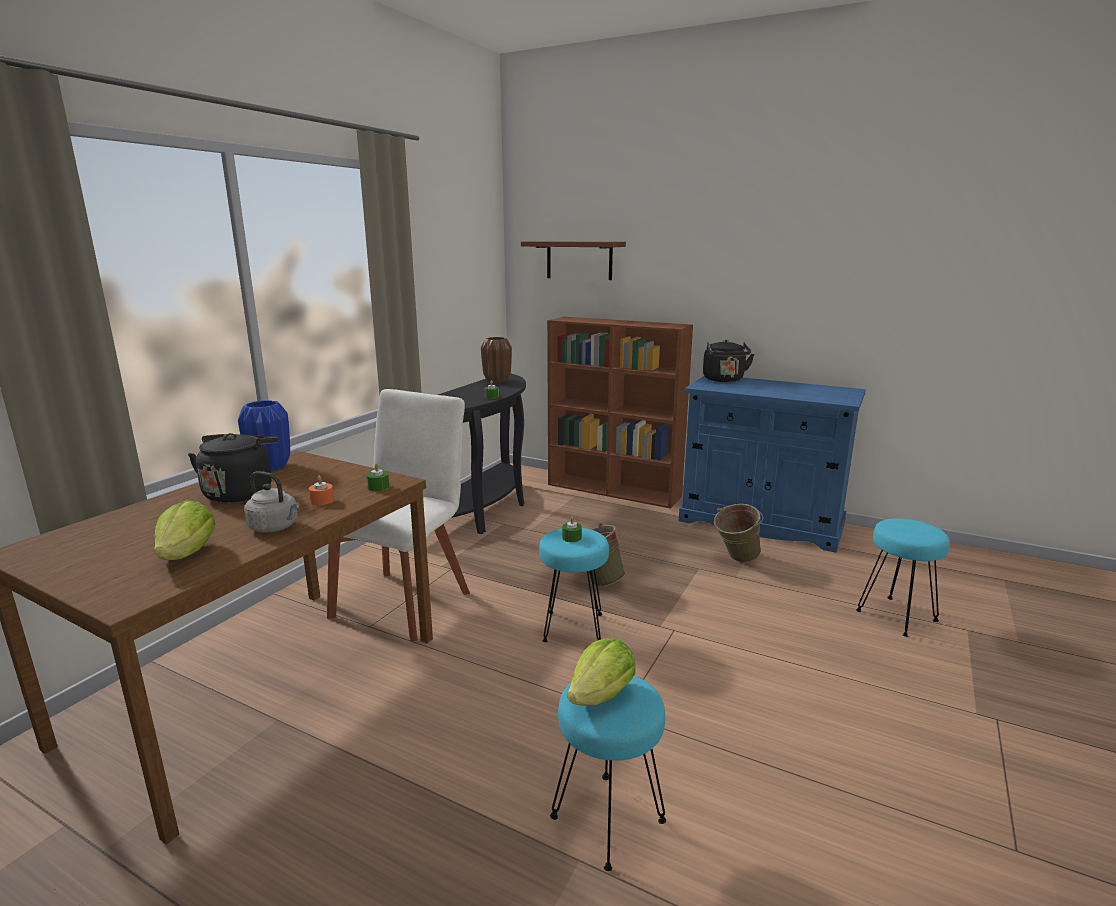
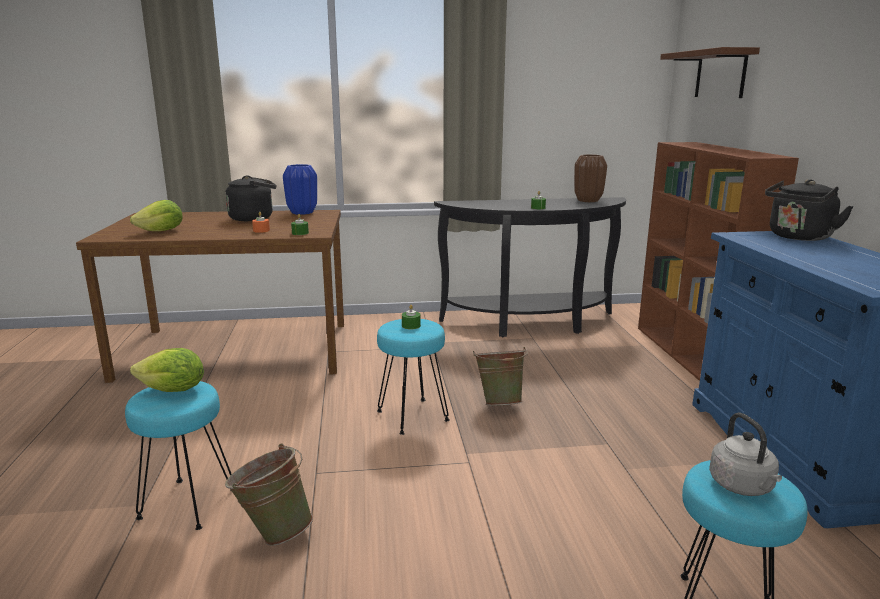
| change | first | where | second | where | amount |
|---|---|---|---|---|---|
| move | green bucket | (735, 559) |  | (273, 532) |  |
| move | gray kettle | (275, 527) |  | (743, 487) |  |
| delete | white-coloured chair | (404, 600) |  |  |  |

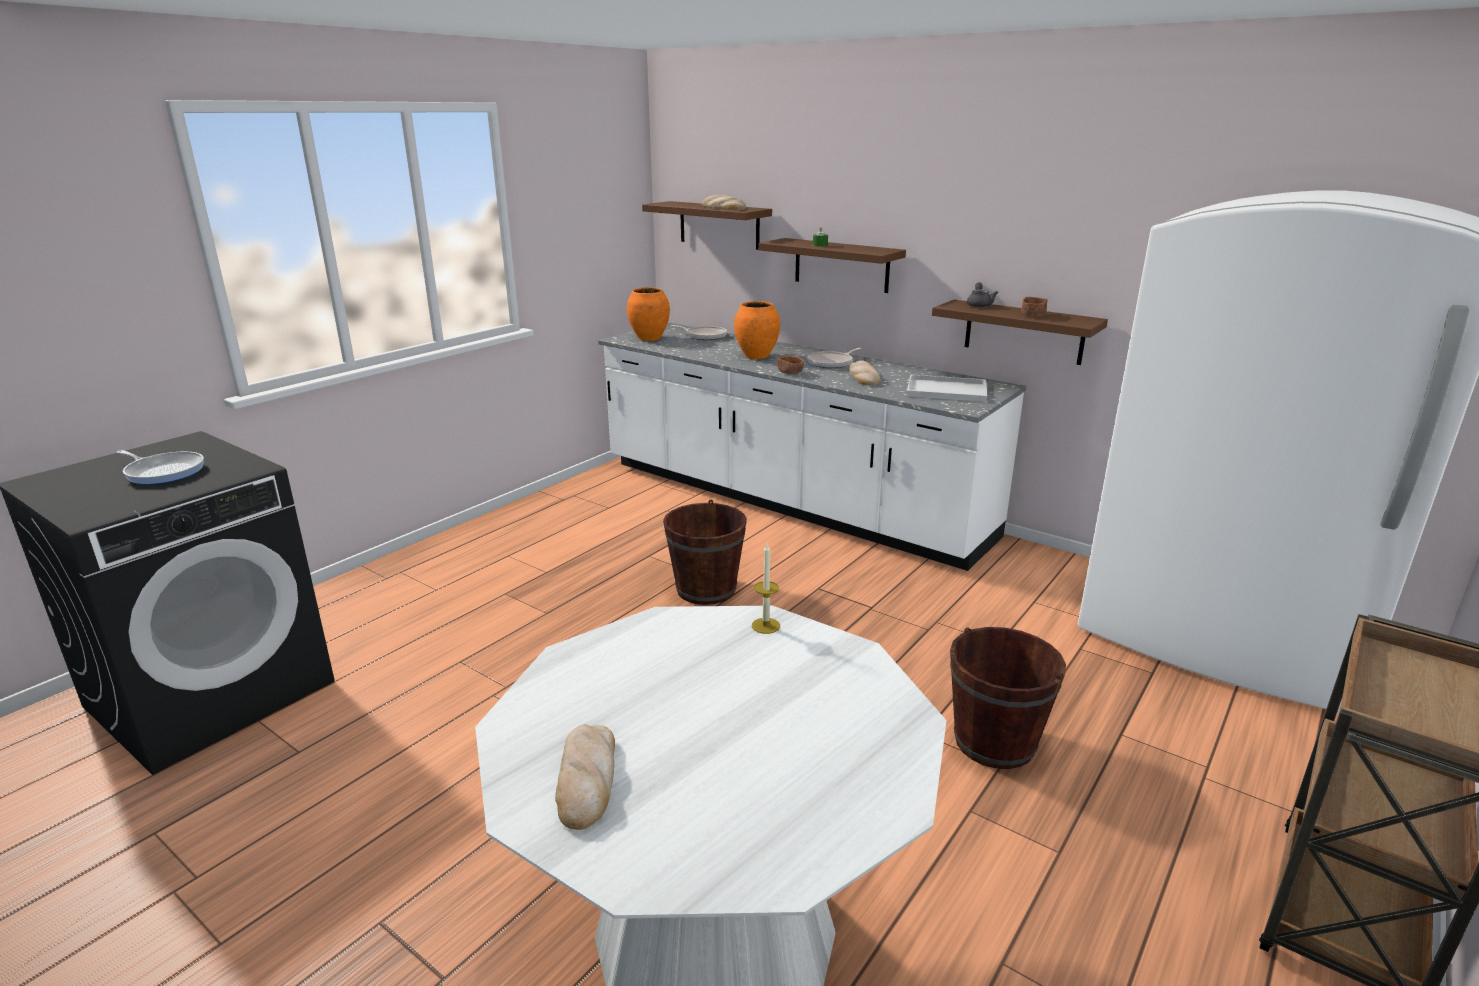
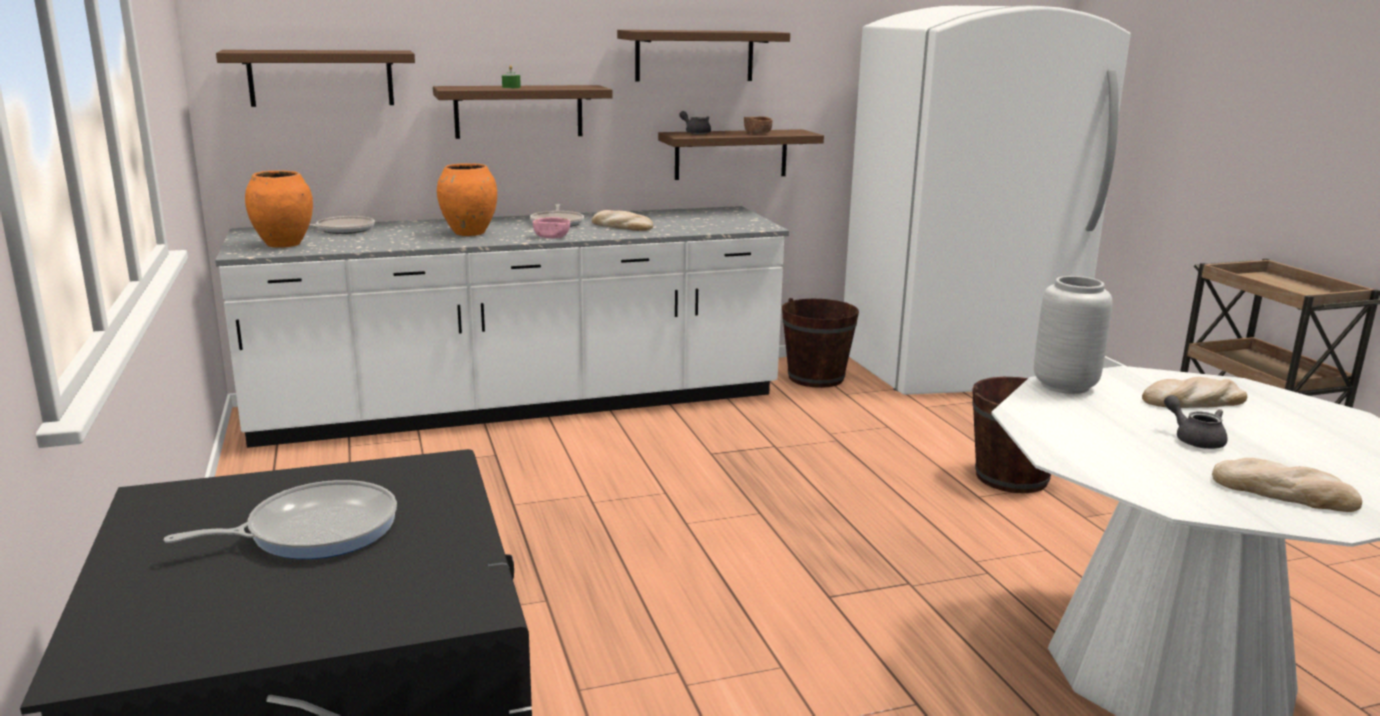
| change | first | where | second | where | amount |
|---|---|---|---|---|---|
| recolor | brownish deep dish | (790, 372) | pinkish deep dish | (551, 237) |  |
| insert |  |  | brownish bracket shelf | (694, 55) |  |
| move | brownish bucket | (706, 589) |  | (816, 378) |  |
| replace | wax candle | (766, 625) | gray decorative vase | (1065, 386) |  |
| move | bread | (723, 208) |  | (1193, 401) |  |
| insert |  |  | gray pot for tea | (1194, 439) |  |
| delete | white-coloured serving tray | (948, 390) |  |  |  |

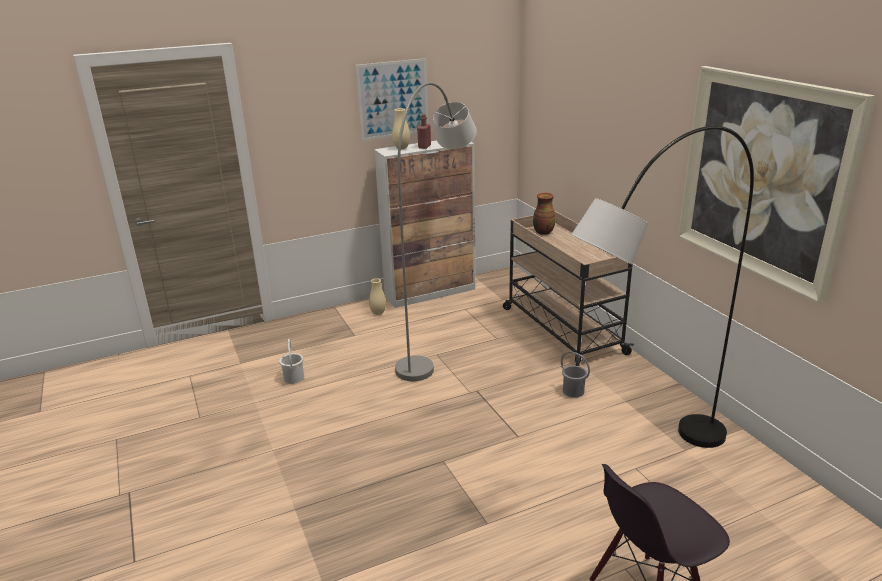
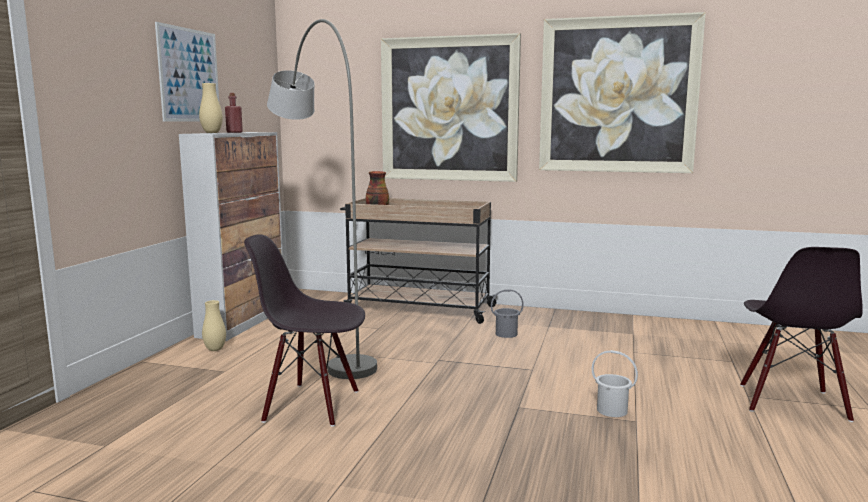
| change | first | where | second | where | amount |
|---|---|---|---|---|---|
| insert |  |  | black chair | (312, 405) |  |
| insert |  |  | picture | (449, 109) |  |
| move | white-coloured bucket | (294, 377) |  | (611, 410) |  |
| delete | gray standing lamp | (641, 465) |  |  |  |

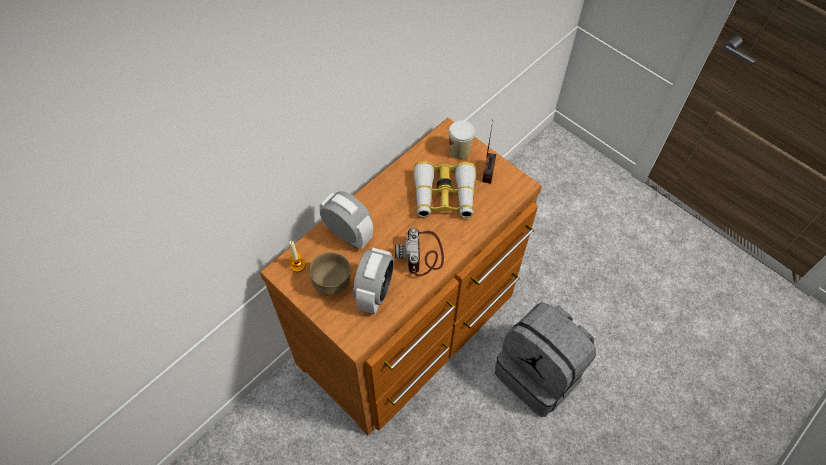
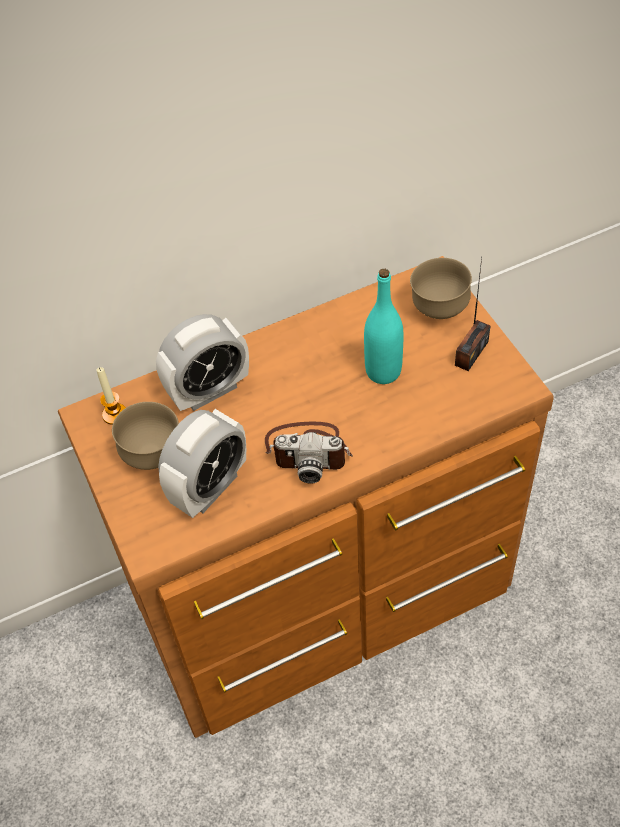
| change | first | where | second | where | amount |
|---|---|---|---|---|---|
| rotate | bedside clock | (348, 235) |  | (209, 390) | 90 degrees clockwise |
| rotate | still camera | (422, 255) |  | (309, 451) | 105 degrees counterclockwise |
| replace | field glasses | (444, 196) | turquoise beverage bottle | (383, 371) |  |
| replace | drinking cup | (459, 150) | brownish deep dish | (439, 309) |  |
| delete | gray rucksack | (539, 373) |  |  |  |

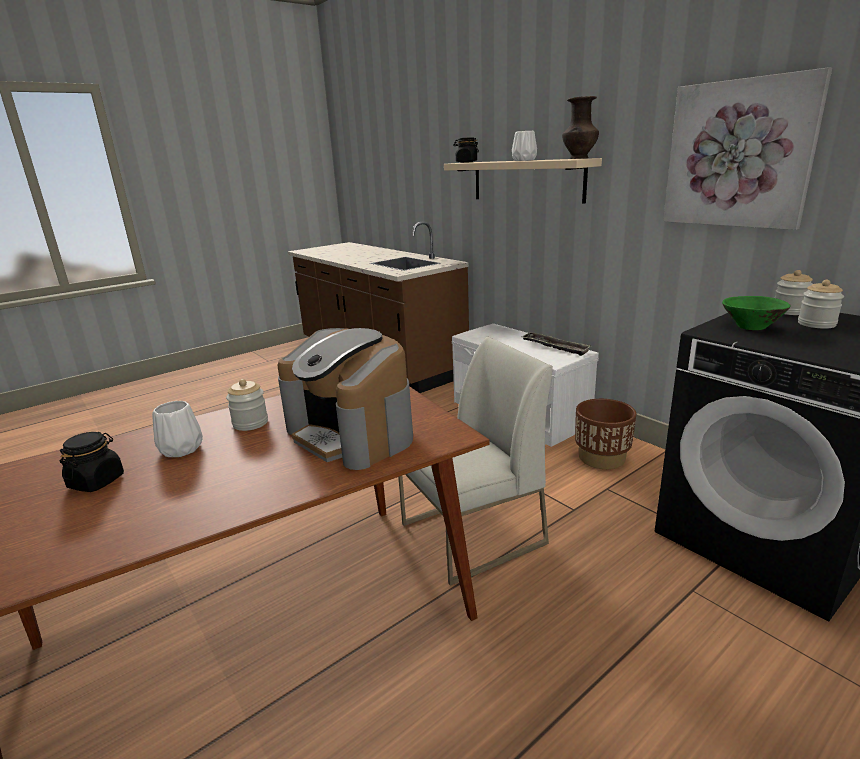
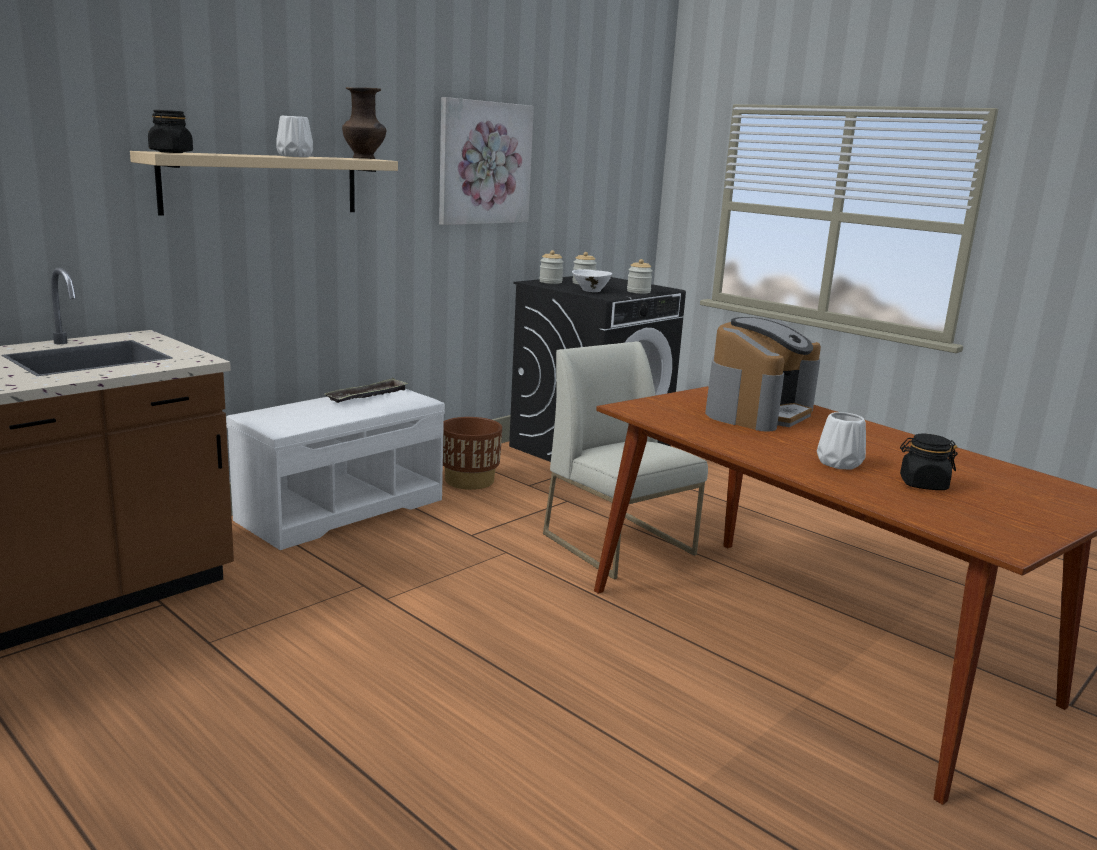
| change | first | where | second | where | amount |
|---|---|---|---|---|---|
| recolor | green deep dish | (752, 326) | white-coloured deep dish | (590, 290) |  |
| move | storage jar | (250, 423) |  | (638, 292) |  |

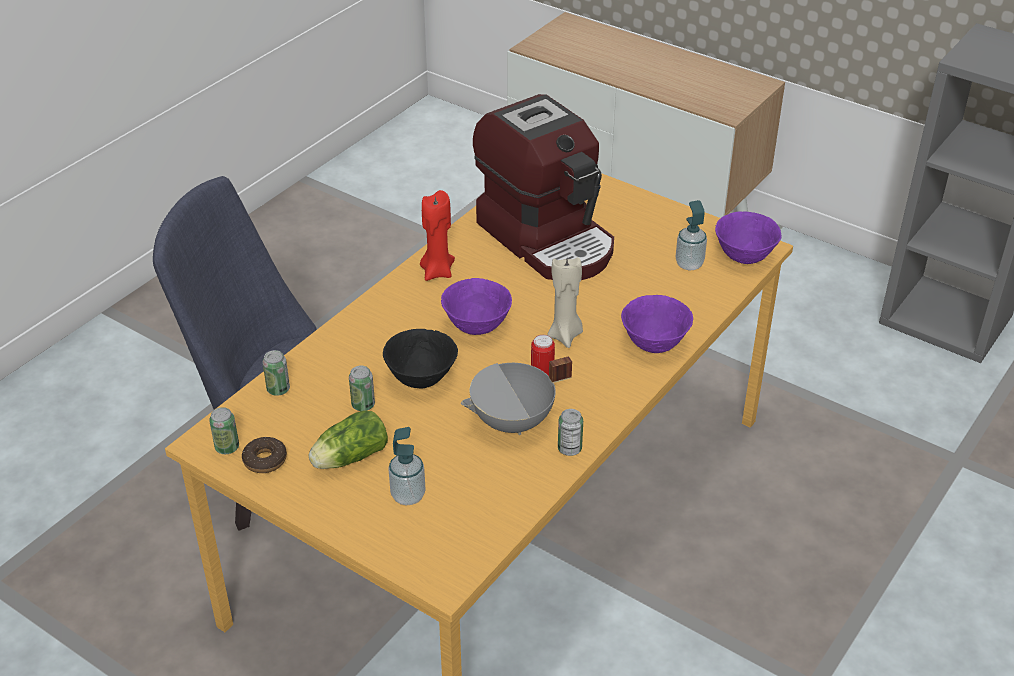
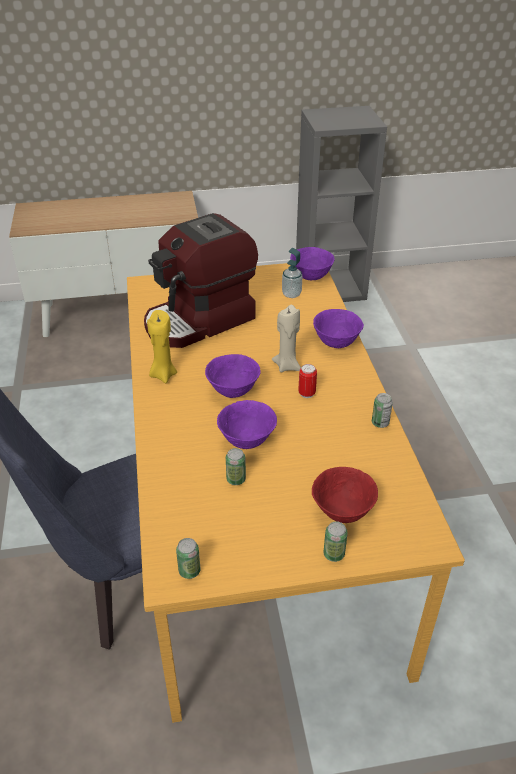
| change | first | where | second | where | amount |
|---|---|---|---|---|---|
| rotate | coffee maker | (548, 238) |  | (200, 321) | 135 degrees clockwise |
| recolor | reddish wax candle | (437, 272) | yellow wax candle | (163, 374) |  |
| recolor | black deep dish | (422, 379) | purple deep dish | (247, 440) |  |
| replace | liquid soap bottle | (408, 495) | reddish deep dish | (342, 512) |  |
| move | metal can | (278, 389) |  | (334, 554) |  |
| delete | ring doughnut | (265, 460) |  |  |  |
| delete | lettuce | (348, 458) |  |  |  |
| delete | gray stockpot | (513, 422) |  |  |  |

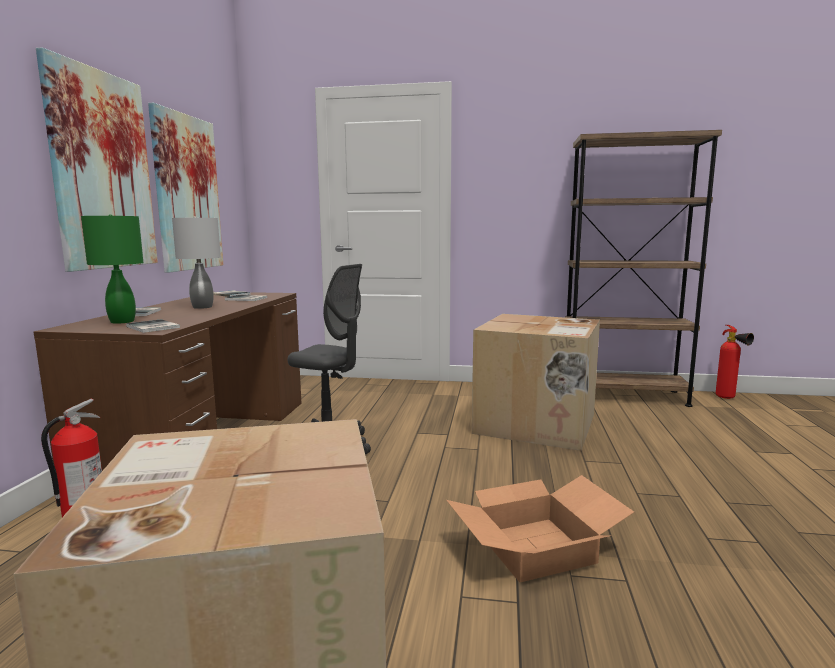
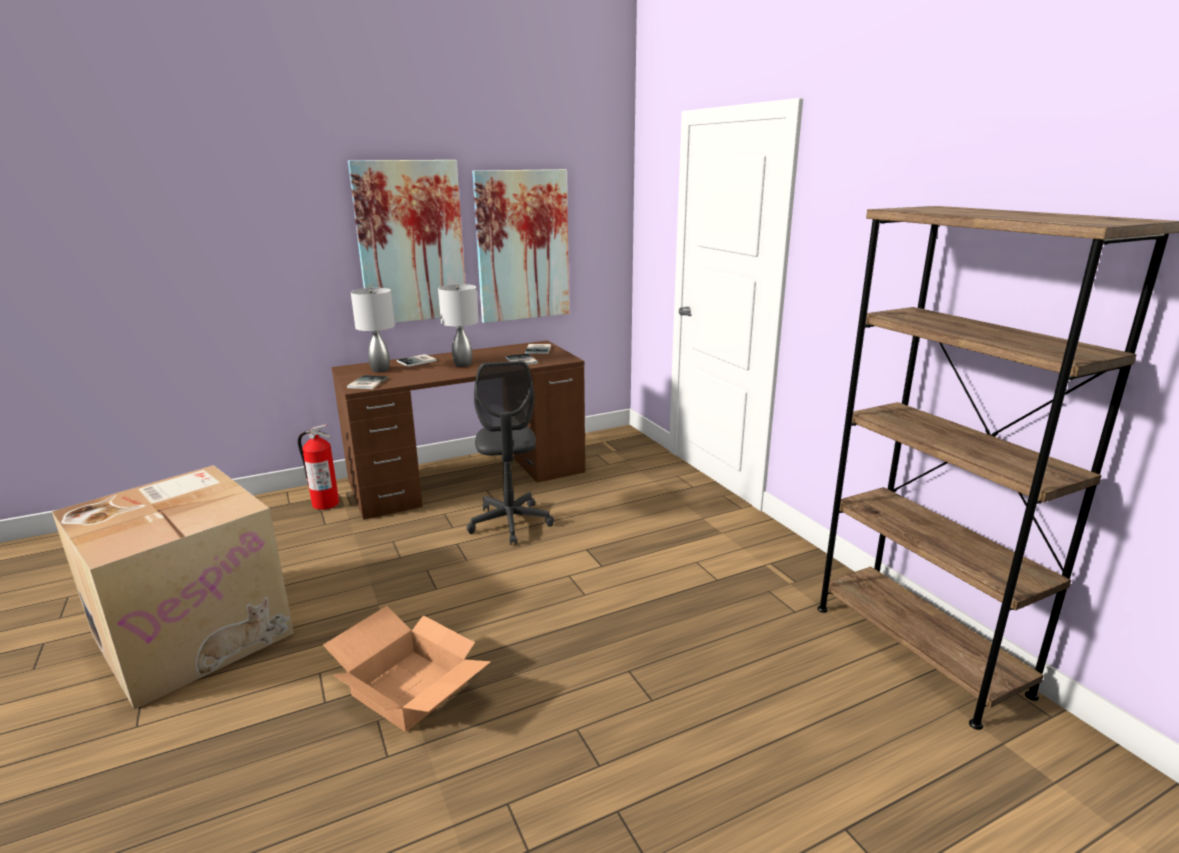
| change | first | where | second | where | amount |
|---|---|---|---|---|---|
| recolor | green lamp for a table | (122, 321) | gray lamp for a table | (380, 370) |  |
| delete | packing box | (537, 424) |  |  |  |
| delete | fire-fighting cylinder | (729, 398) |  |  |  |

